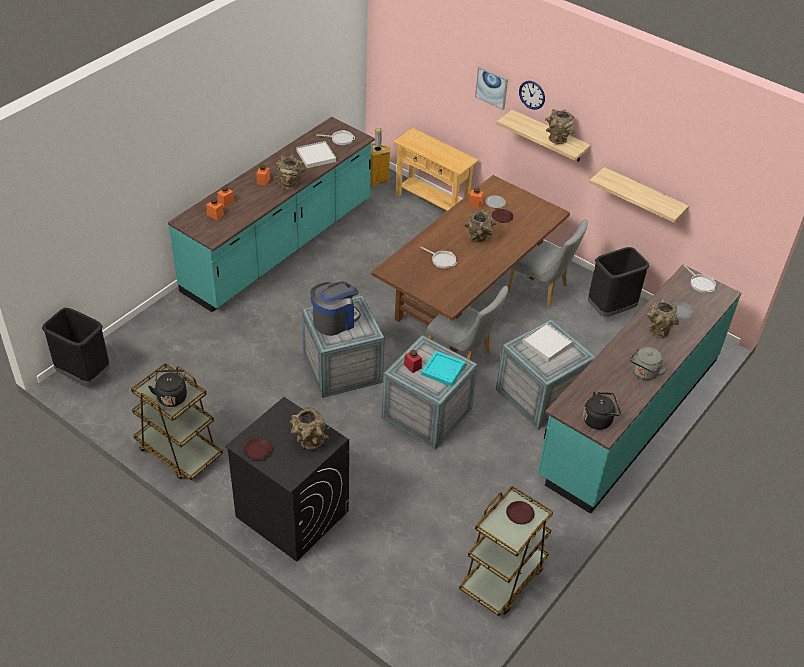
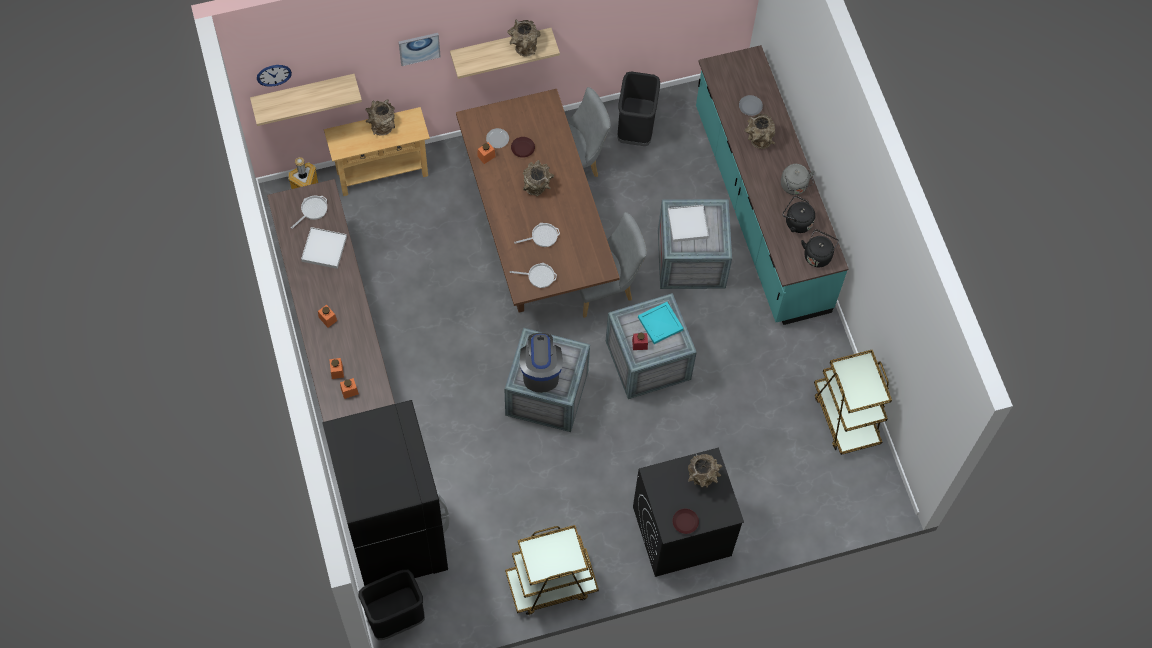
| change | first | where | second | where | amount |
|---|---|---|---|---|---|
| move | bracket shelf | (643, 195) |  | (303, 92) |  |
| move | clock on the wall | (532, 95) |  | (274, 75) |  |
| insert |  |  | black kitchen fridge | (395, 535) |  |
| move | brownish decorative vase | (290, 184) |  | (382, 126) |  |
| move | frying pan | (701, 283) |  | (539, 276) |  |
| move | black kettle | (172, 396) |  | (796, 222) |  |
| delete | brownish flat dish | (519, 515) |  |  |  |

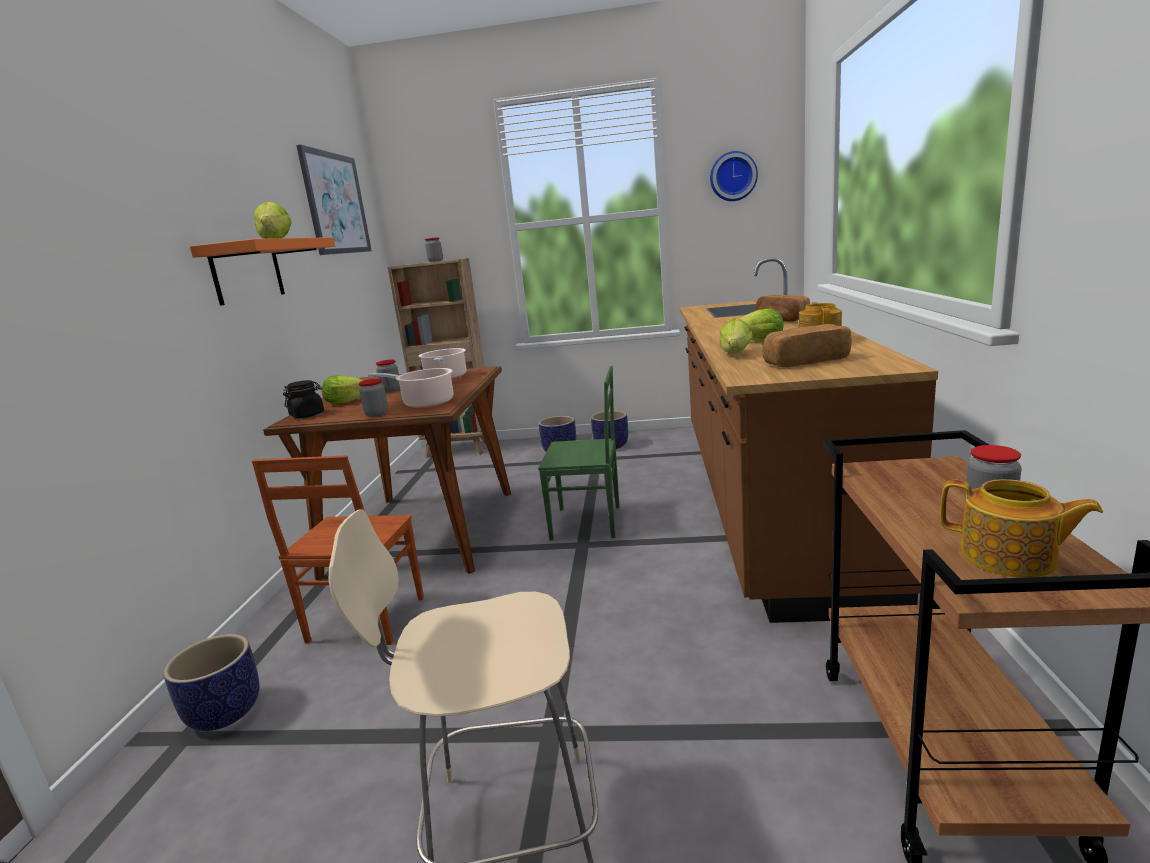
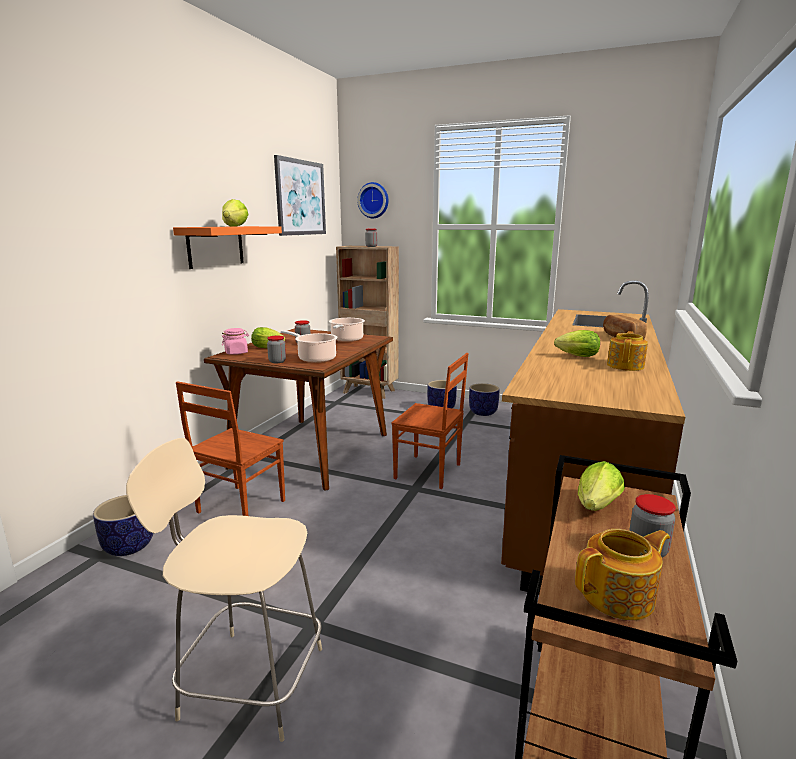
| change | first | where | second | where | amount |
|---|---|---|---|---|---|
| recolor | black storage jar | (307, 415) | pinkish storage jar | (236, 353) |  |
| move | clock on the wall | (733, 176) |  | (374, 200) |  |
| recolor | green chair | (587, 523) | brownish chair | (428, 472) |  |
| rotate | pot for tea | (1009, 558) |  | (619, 595) | 75 degrees counterclockwise |
| move | lettuce | (735, 355) |  | (596, 508) |  |
| delete | bread | (805, 361) |  |  |  |

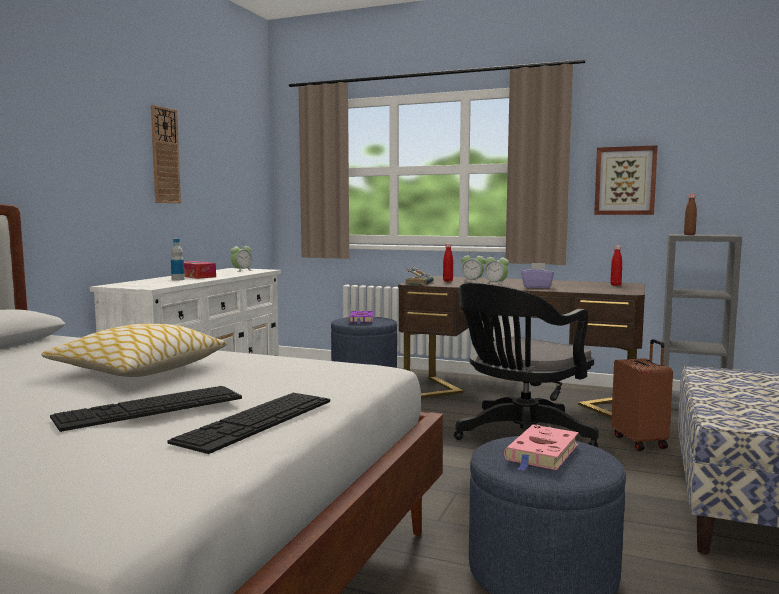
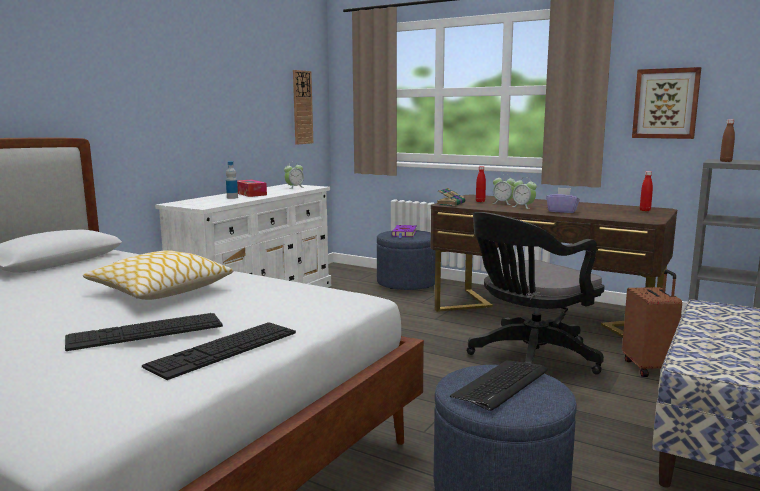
| change | first | where | second | where | amount |
|---|---|---|---|---|---|
| move | clock on the wall | (165, 155) |  | (302, 107) |  |
| replace | pinkish book | (542, 453) | keyboard | (501, 385) |  |

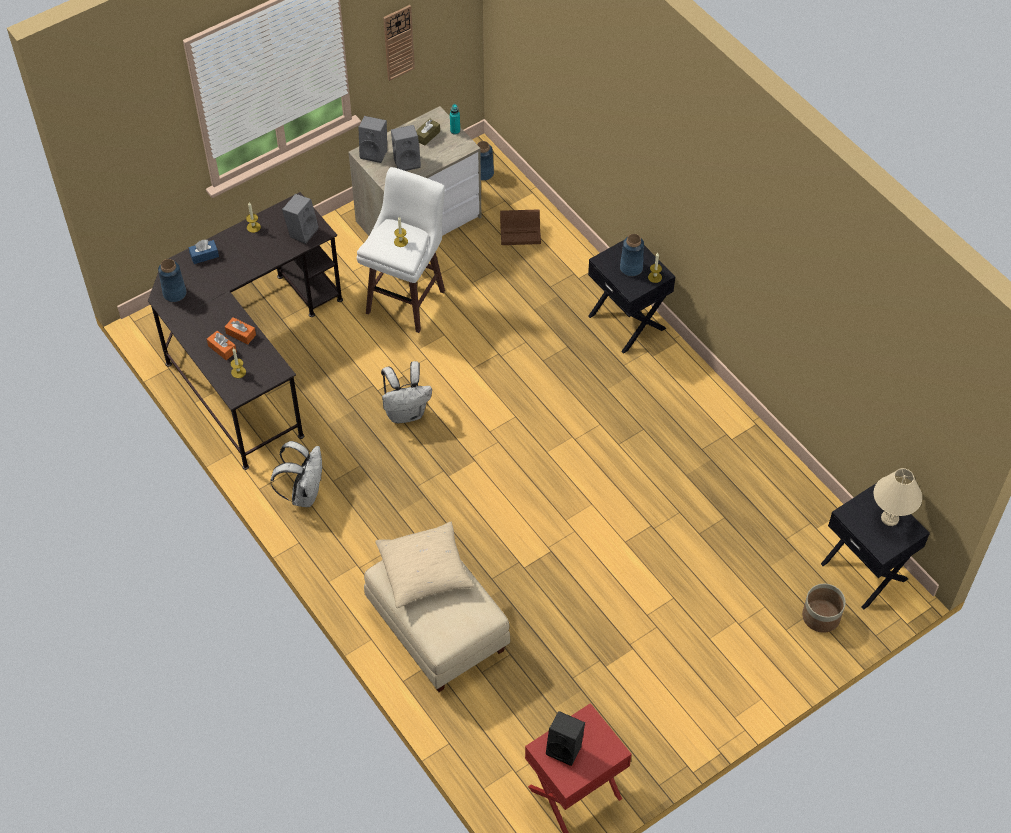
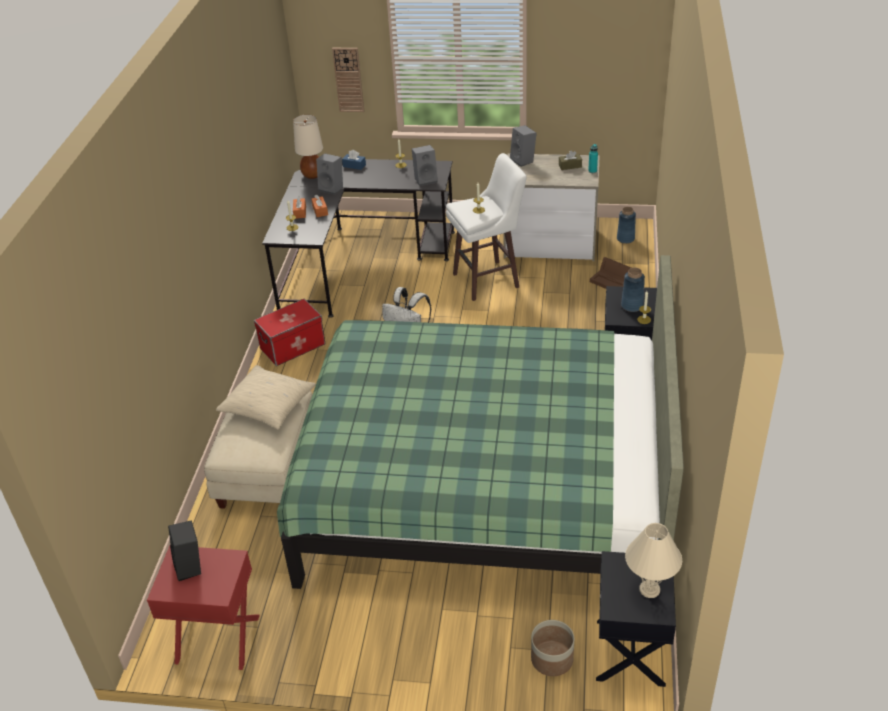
| change | first | where | second | where | amount |
|---|---|---|---|---|---|
| replace | white-coloured rucksack | (304, 493) | storage box | (292, 346) |  |
| insert |  |  | green sleeping bed | (486, 484) |  |
| replace | bluish decorative vase | (175, 293) | beige lamp for a table | (313, 175) |  |
| move | gray audio speaker | (407, 161) |  | (332, 188) |  |
| move | clock on the wall | (398, 42) |  | (348, 79) |  |

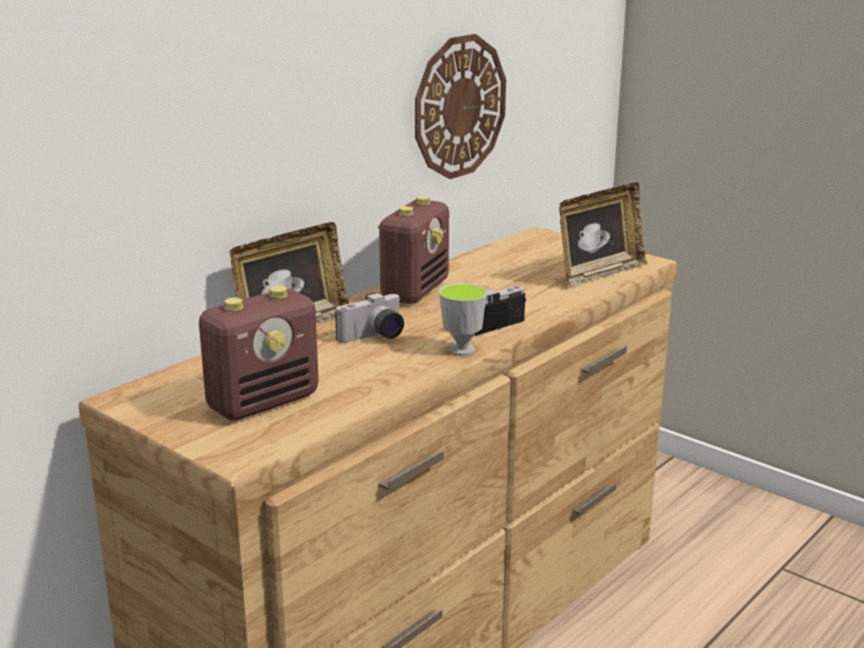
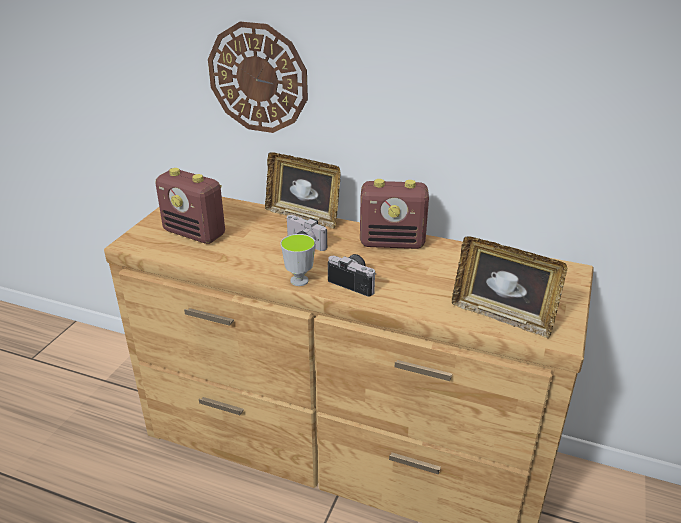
| change | first | where | second | where | amount |
|---|---|---|---|---|---|
| move | clock on the wall | (459, 107) |  | (258, 78) |  |

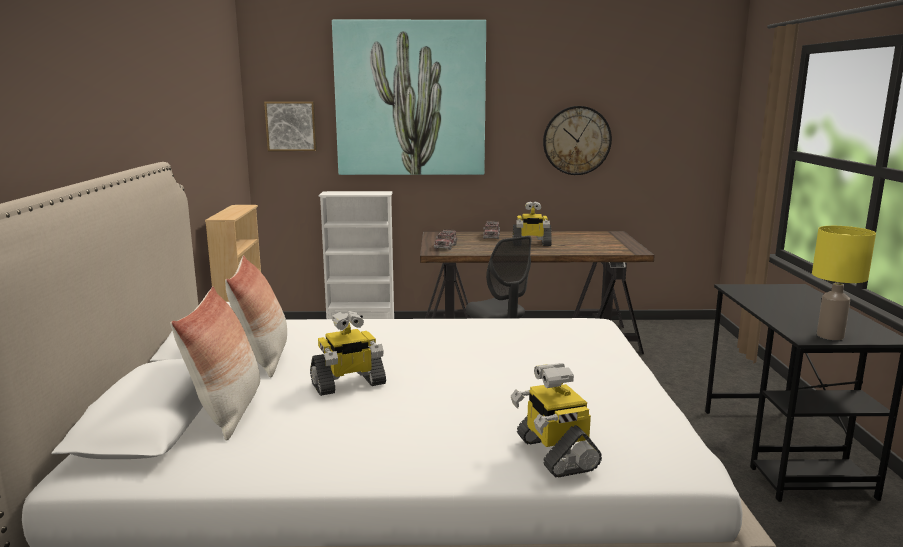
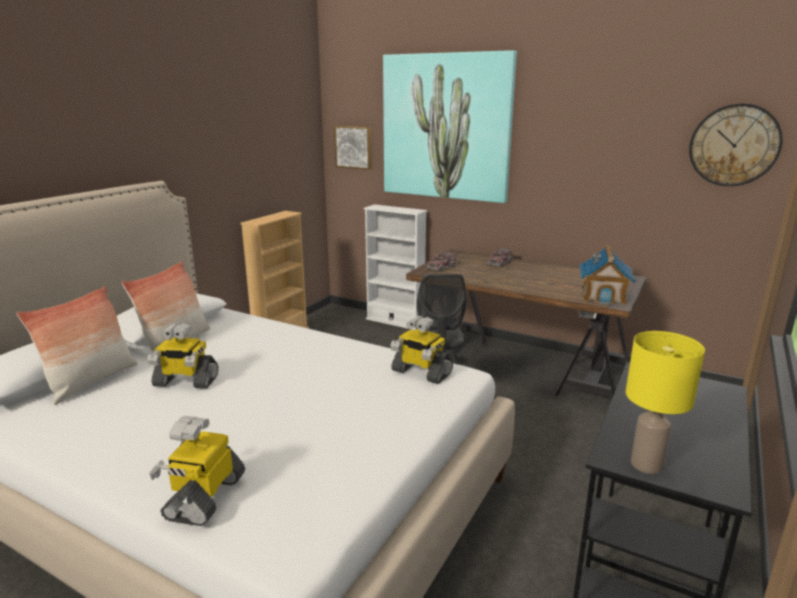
| change | first | where | second | where | amount |
|---|---|---|---|---|---|
| move | toy robot | (531, 244) |  | (420, 372) |  |
| insert |  |  | model house | (603, 296) |  |
| move | clock on the wall | (577, 140) |  | (734, 145) |  |

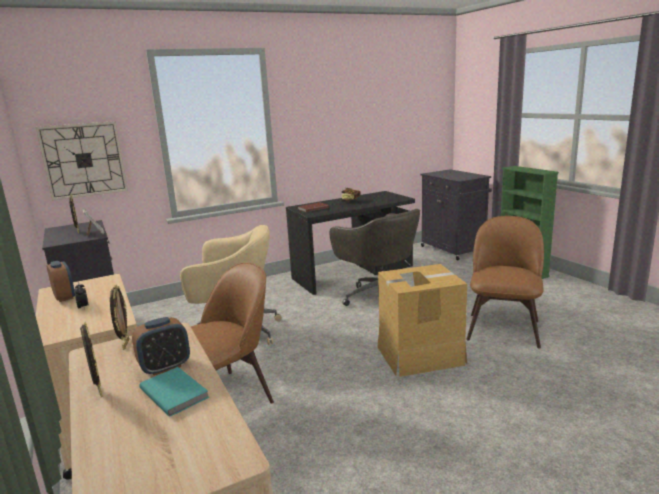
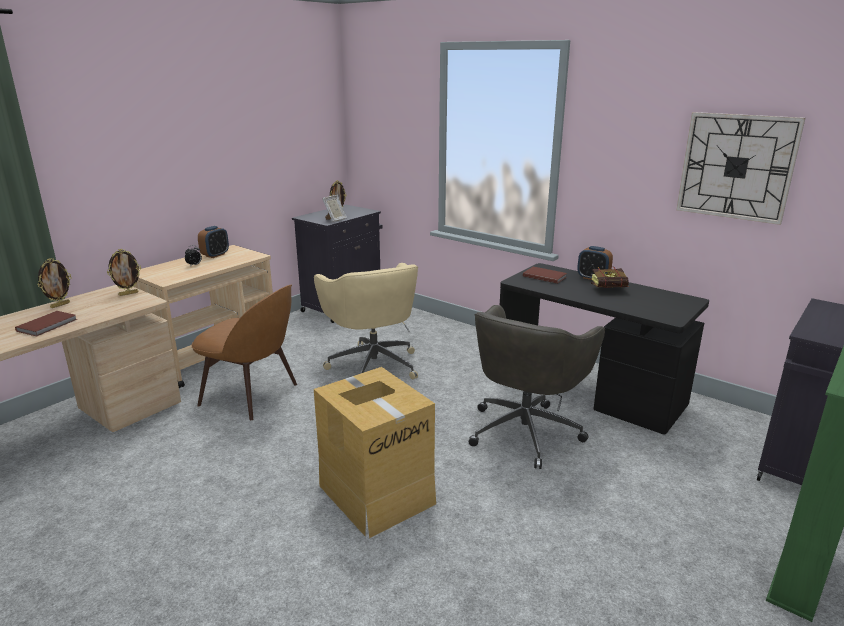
| change | first | where | second | where | amount |
|---|---|---|---|---|---|
| recolor | turquoise book | (175, 392) | brownish book | (48, 325) |  |
| move | bedside clock | (165, 367) |  | (593, 278) |  |
| move | clock on the wall | (84, 160) |  | (736, 167) |  |
| delete | brownish chair | (503, 328) |  |  |  |

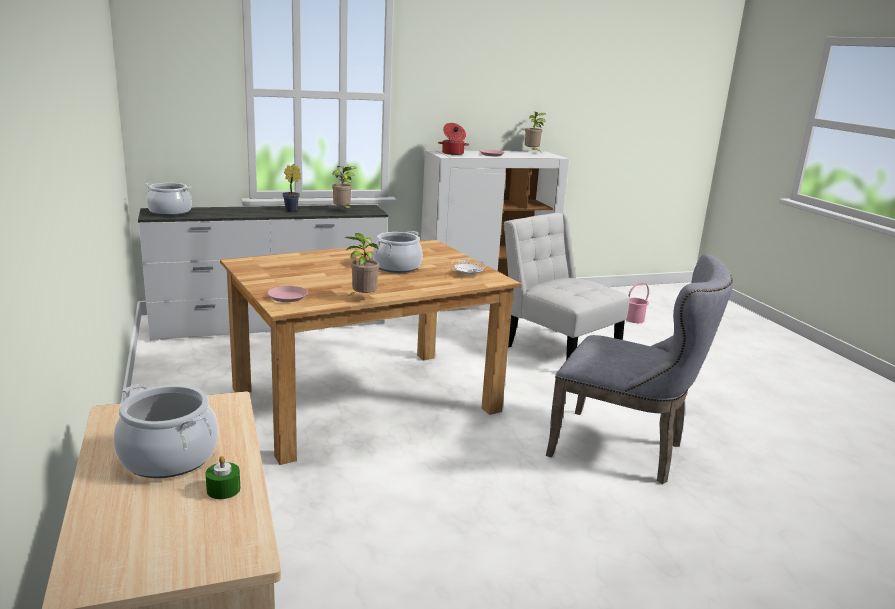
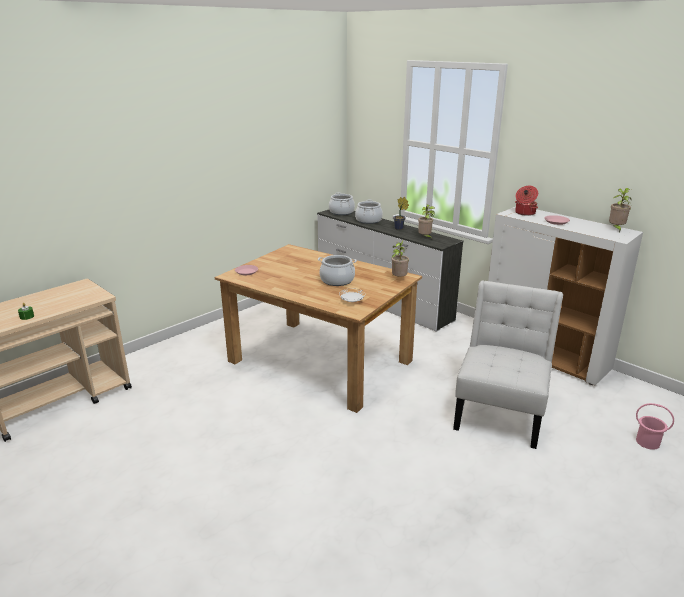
| change | first | where | second | where | amount |
|---|---|---|---|---|---|
| move | stockpot | (169, 456) |  | (368, 220) |  |
| move | plant in a pot | (362, 298) |  | (398, 279) |  |
| delete | gray chair | (625, 450) |  |  |  |

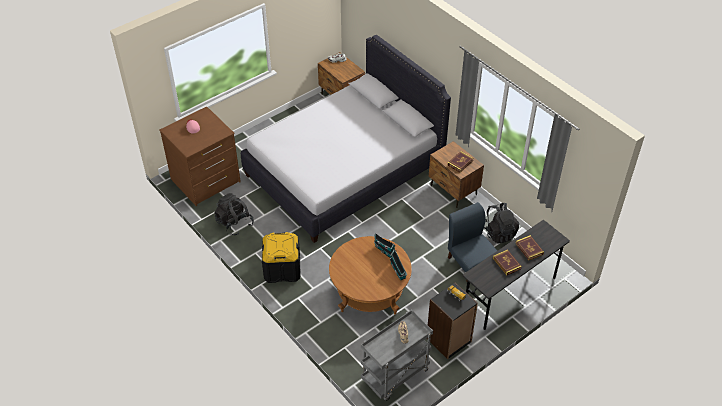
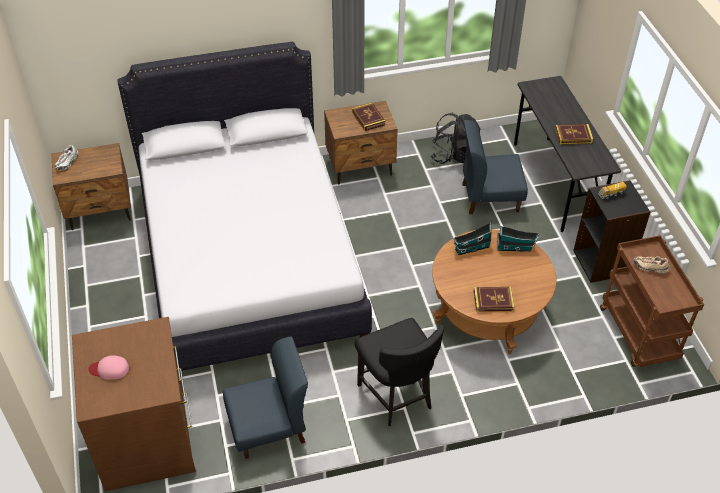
| change | first | where | second | where | amount |
|---|---|---|---|---|---|
| replace | black rucksack | (234, 223) | bluish chair | (269, 428) |  |
| replace | black storage box | (282, 269) | black chair | (397, 396) |  |
| move | book | (529, 249) |  | (493, 301) |  |
| recolor | gray trolley | (395, 376) | brownish trolley | (639, 335) |  |

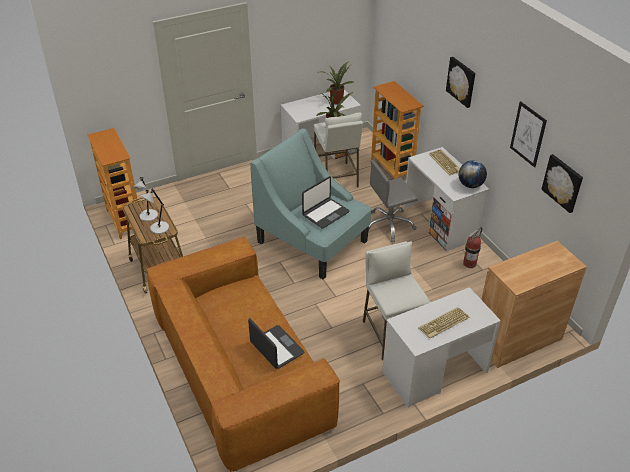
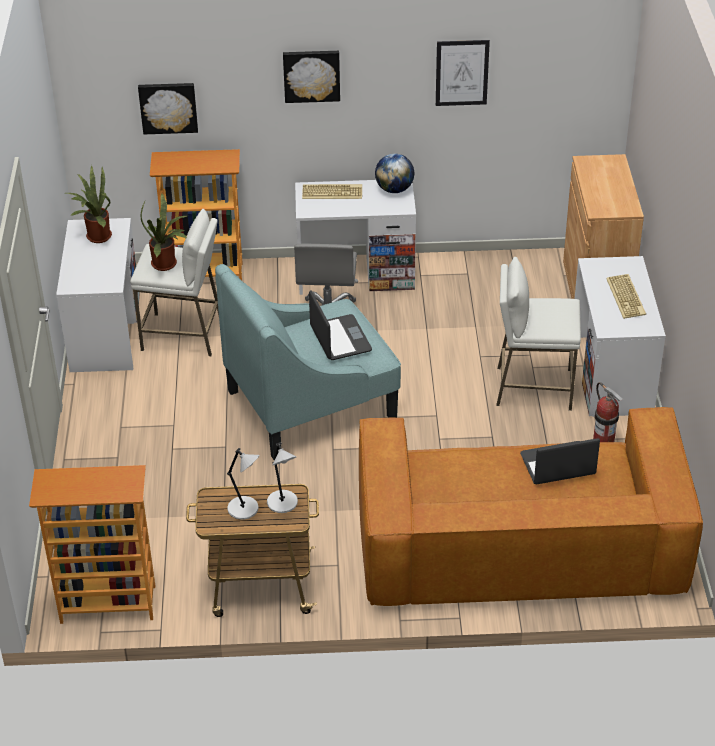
| change | first | where | second | where | amount |
|---|---|---|---|---|---|
| move | picture | (563, 183) |  | (168, 107) |  |
| move | fire-fighting cylinder | (469, 263) |  | (603, 440) |  |

